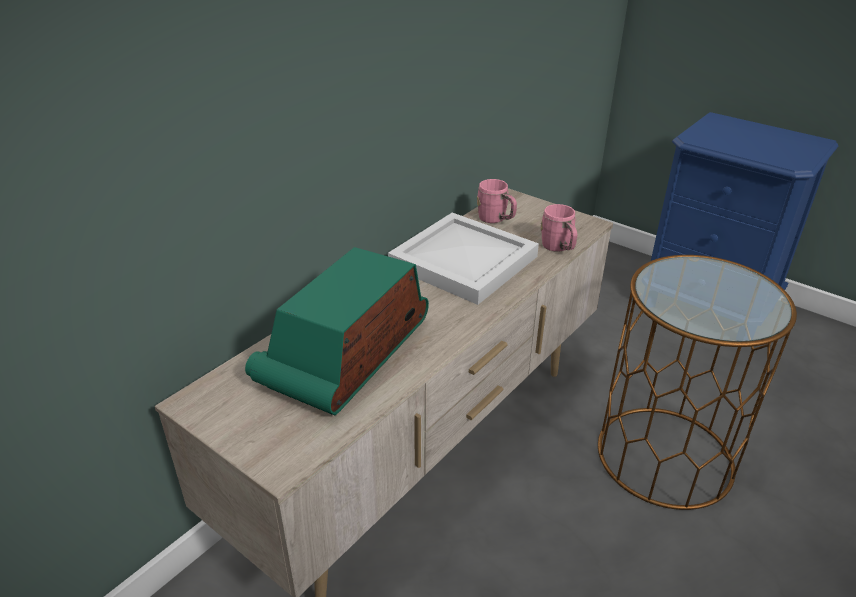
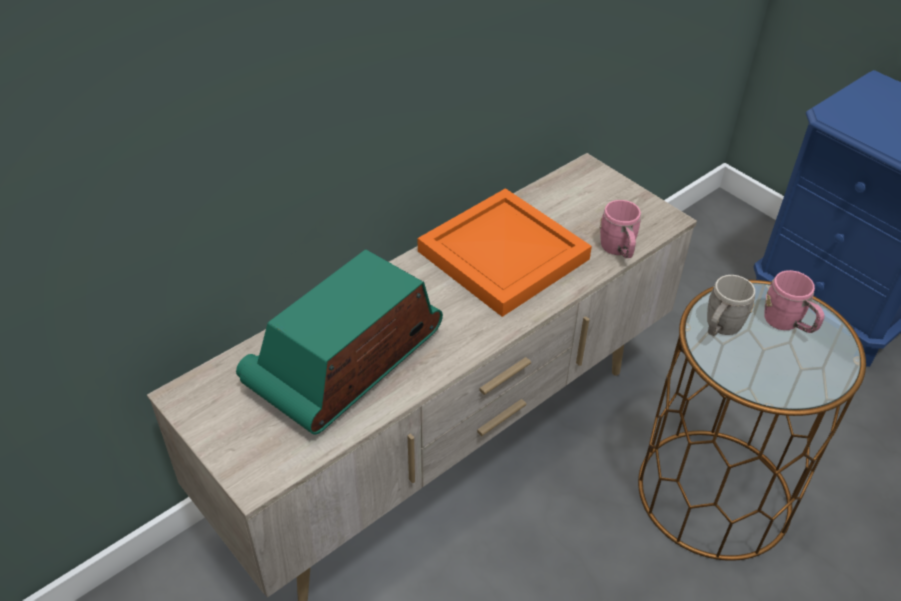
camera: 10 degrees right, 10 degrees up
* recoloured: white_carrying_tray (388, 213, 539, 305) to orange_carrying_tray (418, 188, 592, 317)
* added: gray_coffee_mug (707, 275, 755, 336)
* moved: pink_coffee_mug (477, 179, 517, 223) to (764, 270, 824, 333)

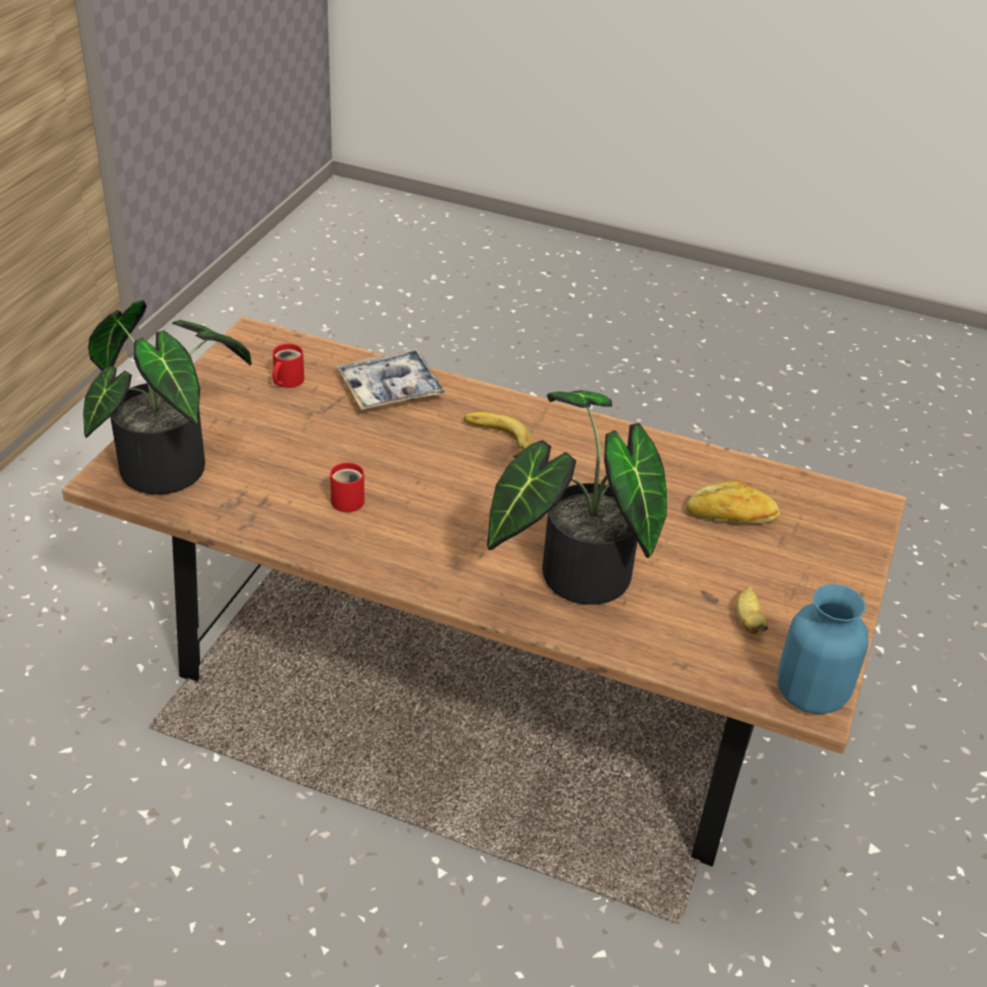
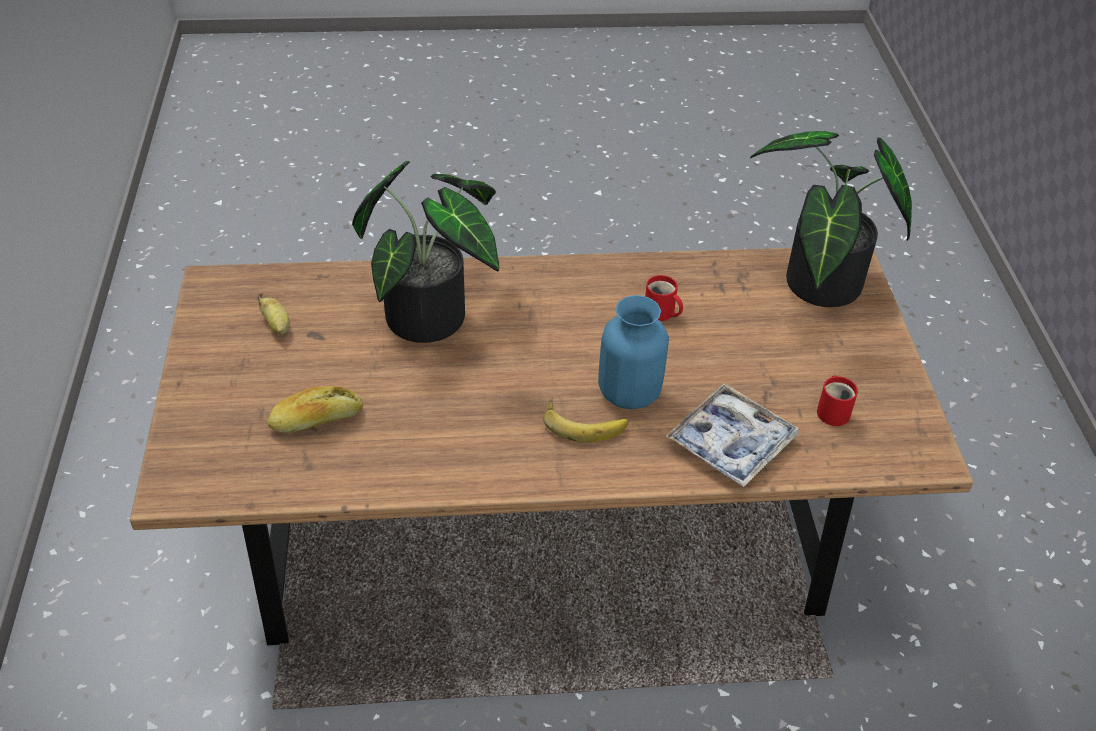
camera: 155 degrees right, 5 degrees up
* moved: blue_vase (778, 584, 869, 715) to (598, 295, 669, 409)

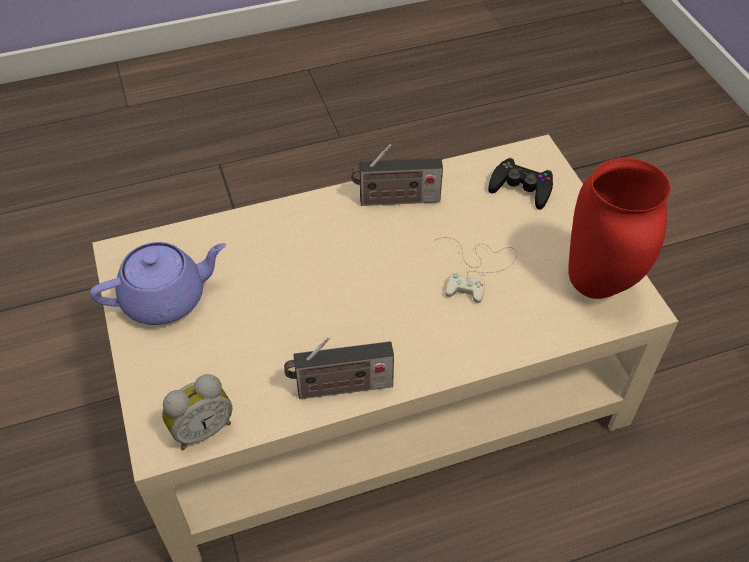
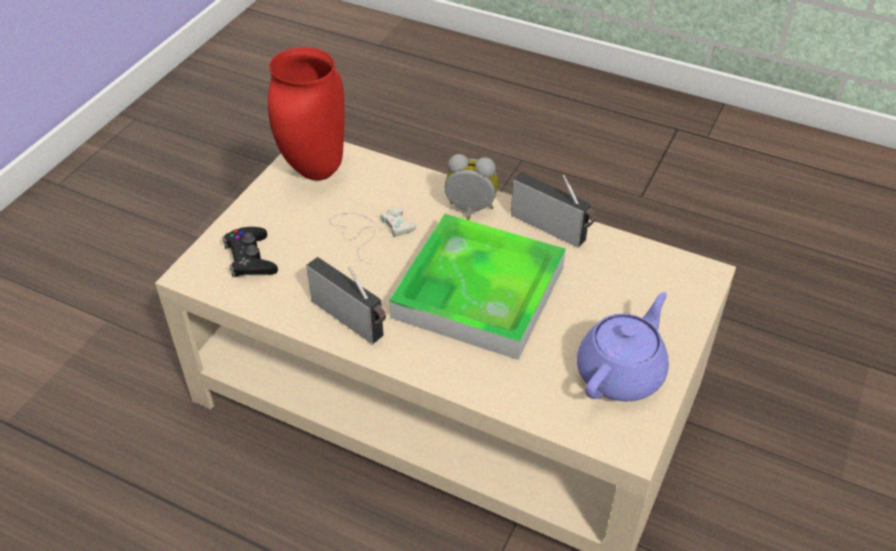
camera: 135 degrees left, 5 degrees down
* added: carrying_tray (389, 214, 566, 360)
* moved: alarm_clock (162, 374, 232, 450) to (444, 154, 498, 220)
* turned: purple_tea_pot (90, 242, 226, 325) = (577, 292, 669, 401) 105 degrees clockwise

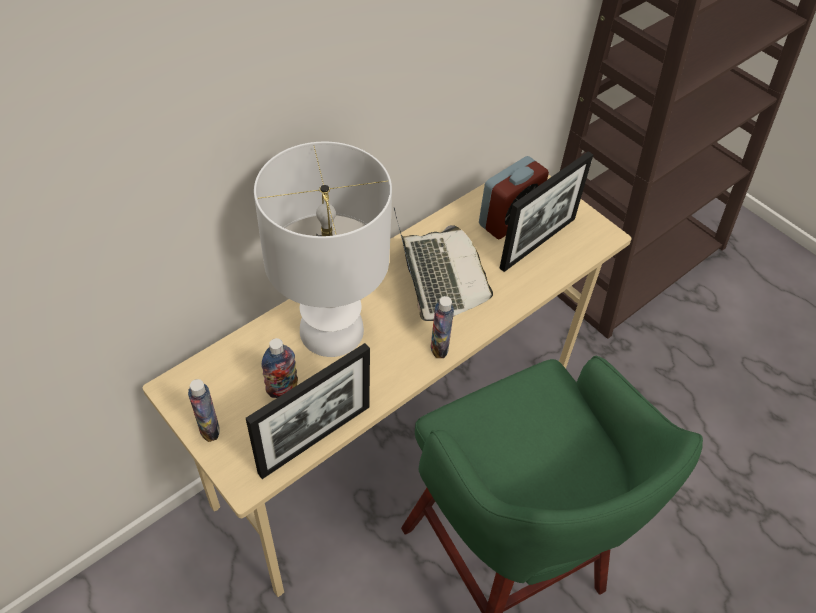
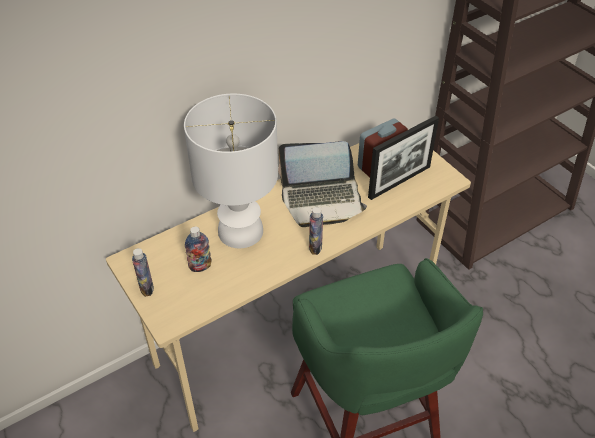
camera: 10 degrees right, 5 degrees down
* turned: notebook_computer (394, 208, 493, 321) = (278, 141, 367, 227) 90 degrees clockwise
* removed: photo_frame (246, 343, 370, 479)

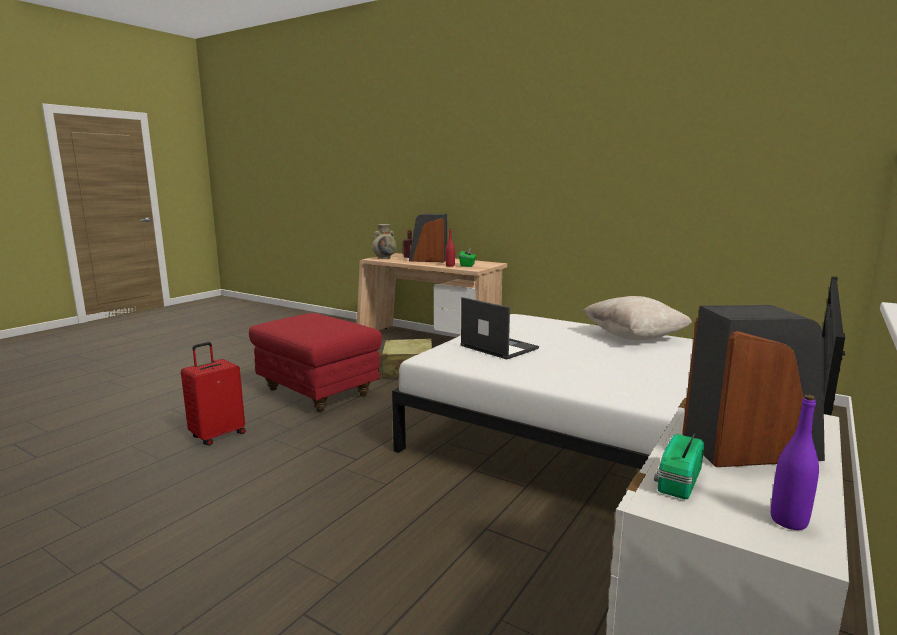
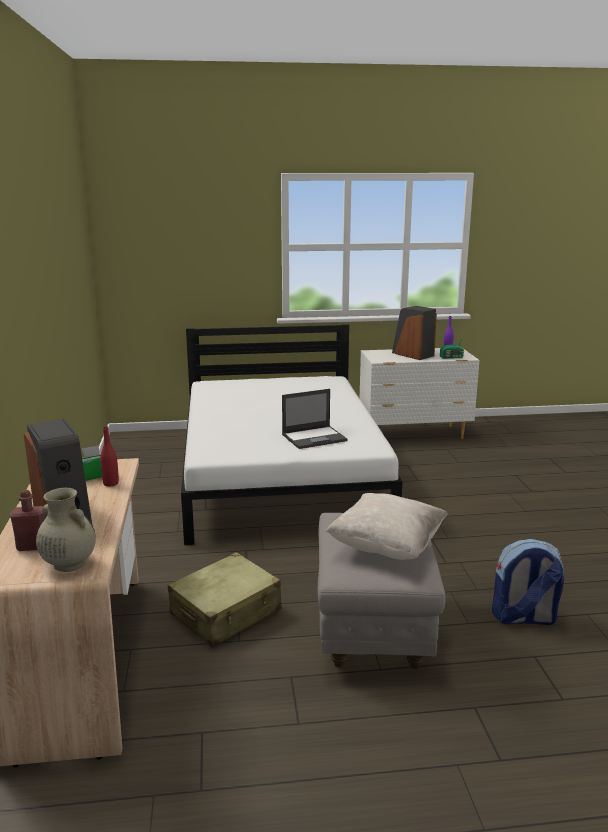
camera: 130 degrees left, 5 degrees up
* turned: notebook_computer (460, 297, 539, 359) = (282, 389, 348, 449) 120 degrees counterclockwise
* recoloured: red_ottoman (249, 313, 382, 412) to gray_ottoman (318, 513, 445, 669)
* moved: beige_pillow (582, 296, 692, 340) to (325, 493, 448, 560)
* replaced: red_suitcase (181, 342, 246, 446) to knapsack (492, 539, 564, 625)

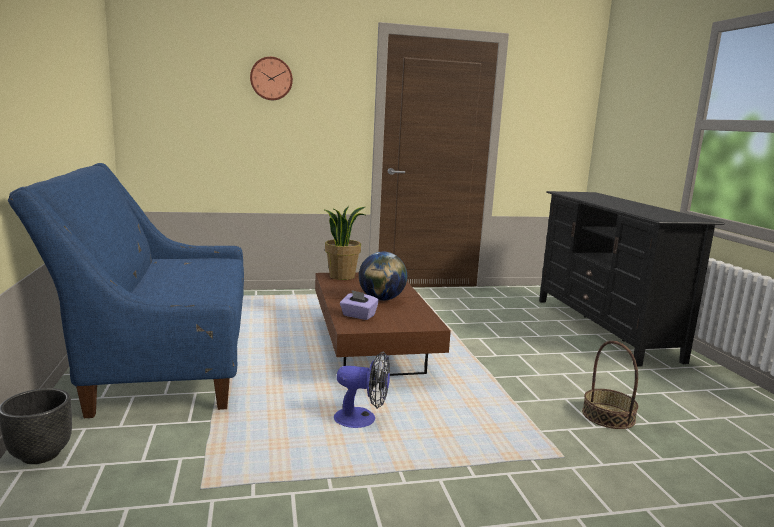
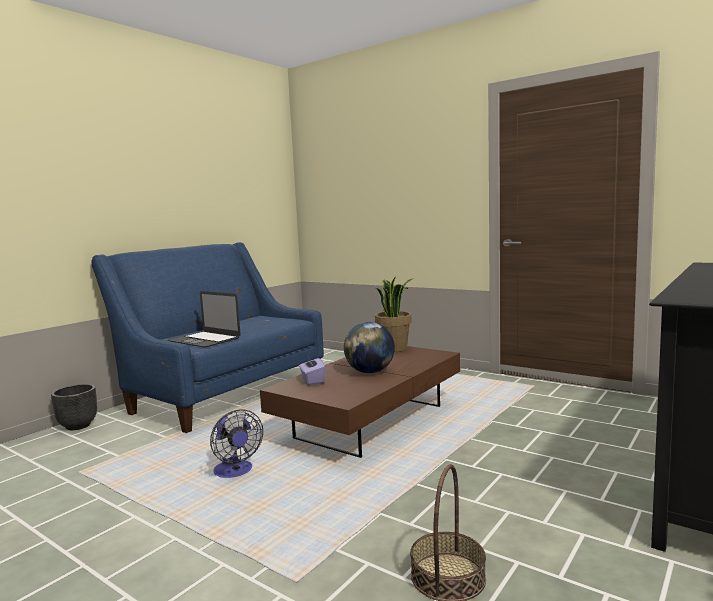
camera: 50 degrees right, 5 degrees down
* added: notebook_computer (169, 291, 240, 347)
* removed: hanging_clock (250, 57, 293, 100)

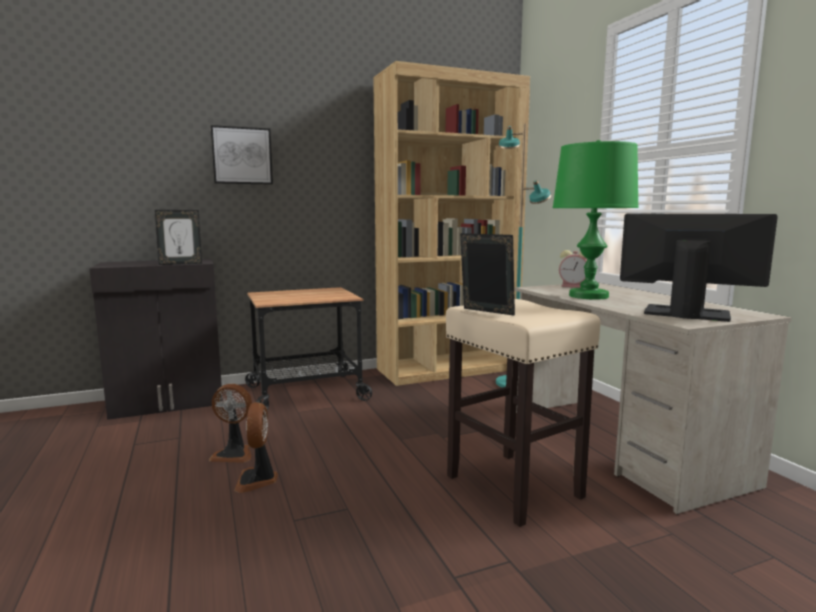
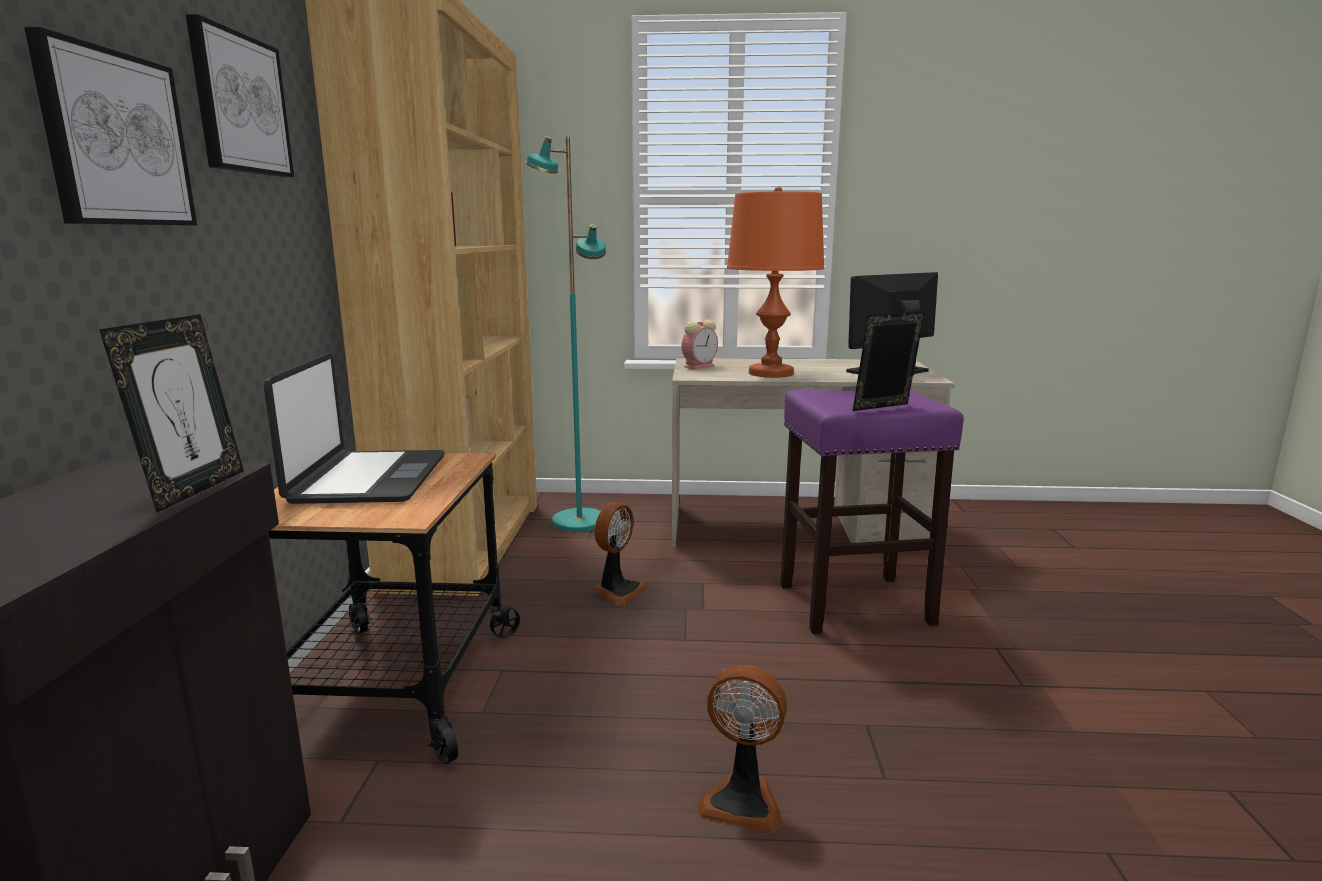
camera: 65 degrees left, 5 degrees up
* added: wall_art (186, 14, 294, 177)
* added: notebook_computer (264, 353, 445, 504)
* moved: electric_fan (209, 384, 252, 463) to (594, 502, 648, 605)
* recoloured: green-coloured_table_lamp (553, 140, 639, 300) to orange_table_lamp (727, 186, 824, 378)
* recoloured: beige_stool_seat (446, 299, 601, 527) to purple_stool_seat (780, 389, 964, 634)

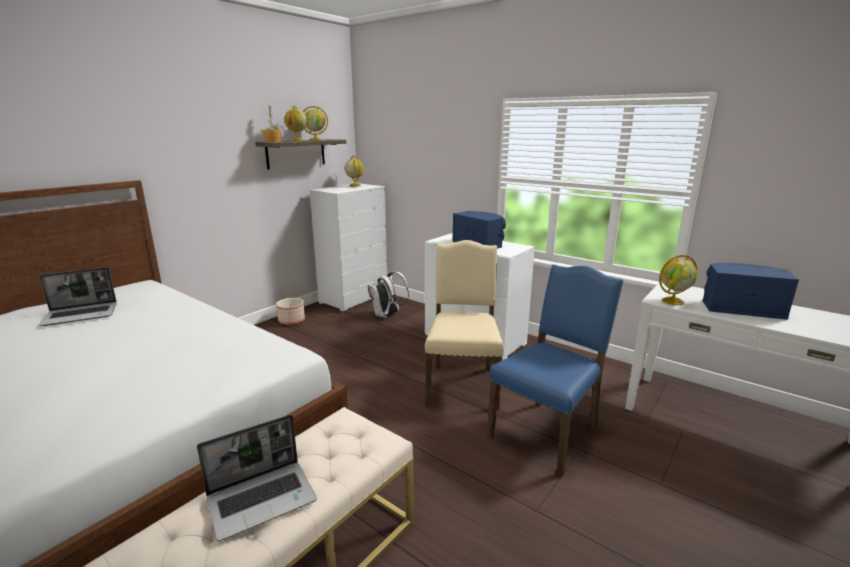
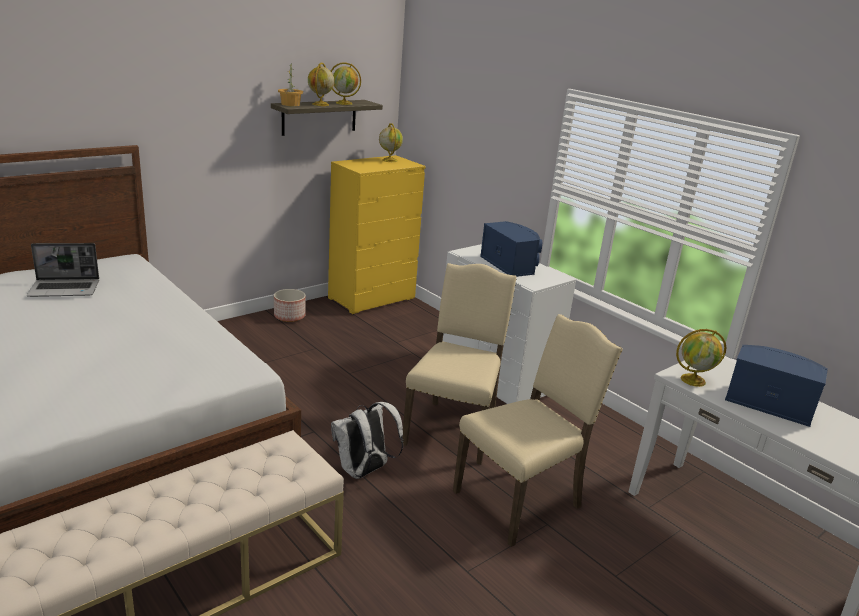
camera: 10 degrees right, 5 degrees up
* recoloured: white_drawer_chest (310, 183, 387, 311) to yellow-coloured_drawer_chest (328, 155, 426, 314)
* moved: white_knapsack (368, 272, 409, 318) to (331, 402, 404, 479)
* recoloured: blue_plain_chair (487, 264, 623, 477) to beige_plain_chair (453, 314, 623, 547)
* removed: notebook_computer (197, 415, 317, 541)

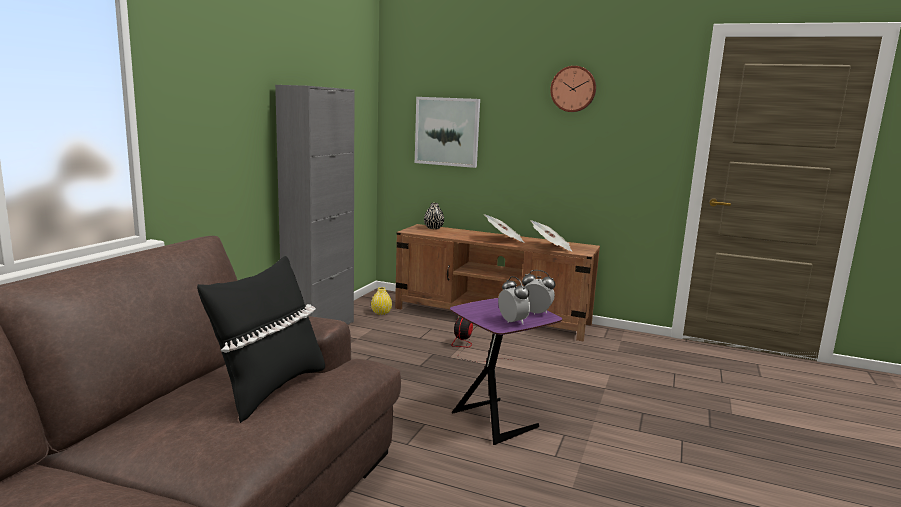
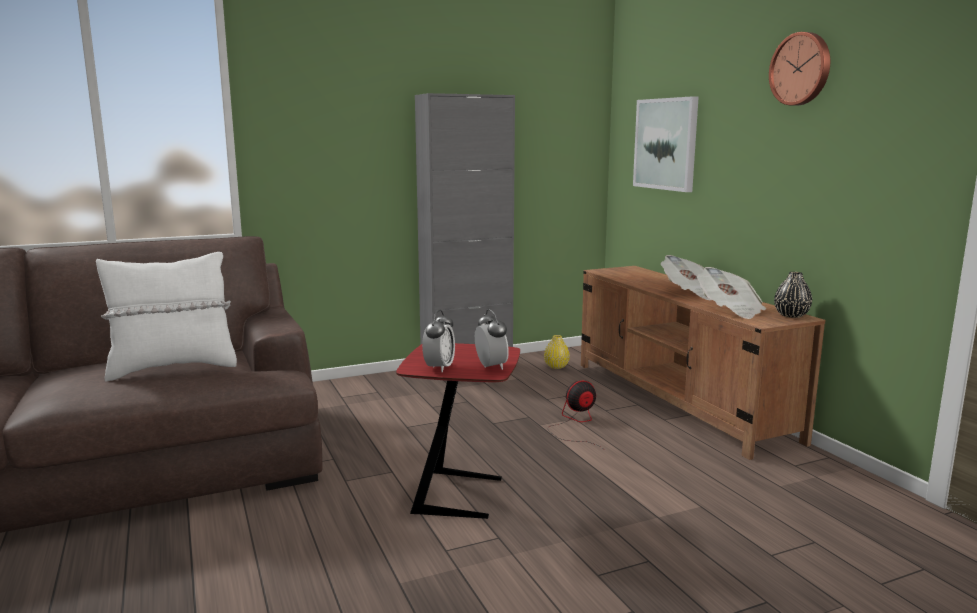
camera: 45 degrees right, 0 degrees up
* recoloured: blackish_pillow (197, 256, 325, 423) to white_pillow (96, 252, 237, 381)
* recoloured: purple_side_table (450, 298, 562, 445) to red_side_table (396, 343, 520, 519)
* moved: blackish_vase (424, 203, 444, 229) to (774, 272, 812, 318)

